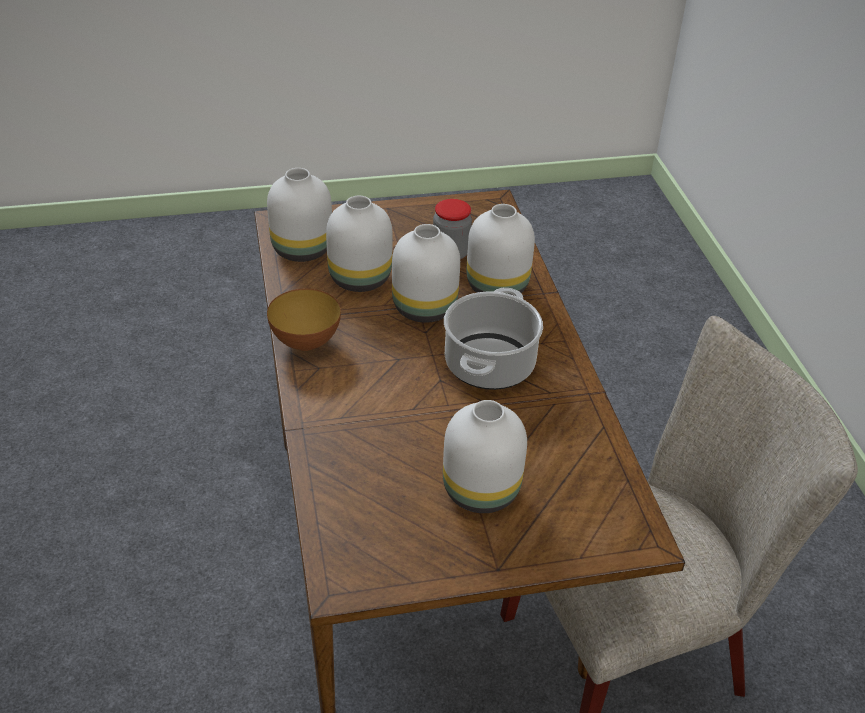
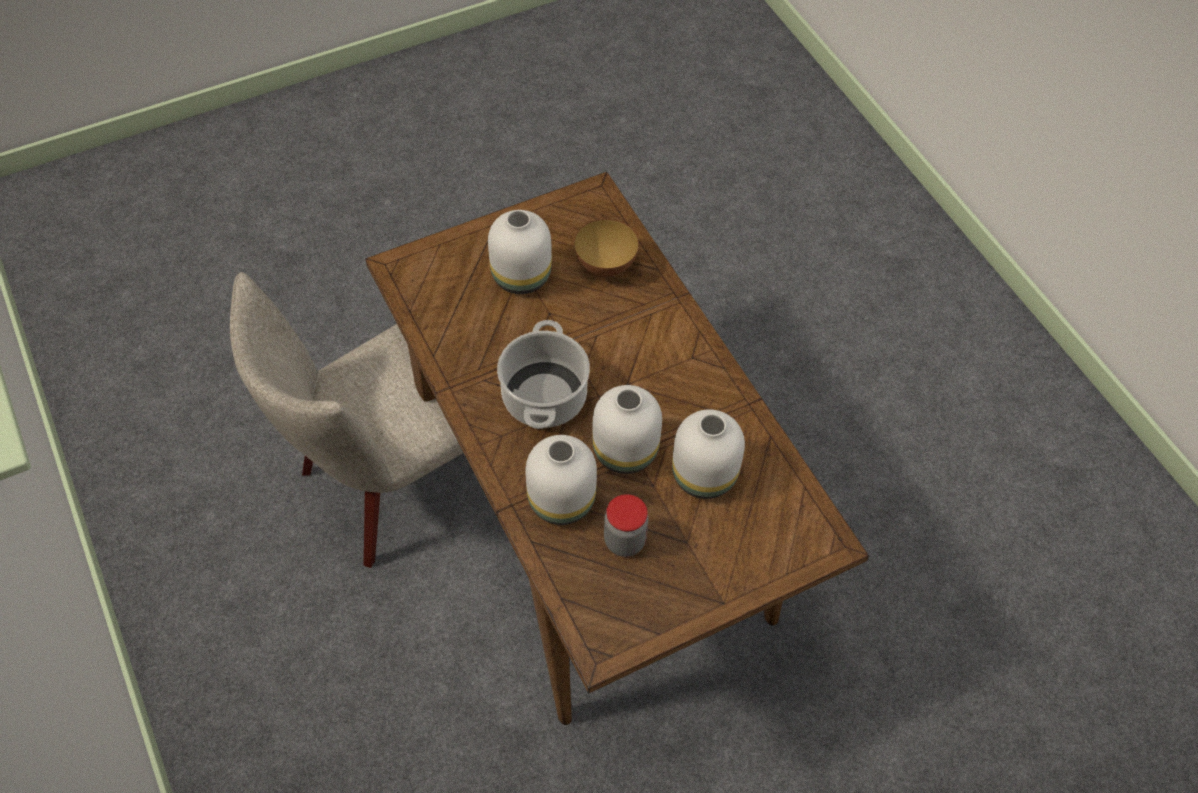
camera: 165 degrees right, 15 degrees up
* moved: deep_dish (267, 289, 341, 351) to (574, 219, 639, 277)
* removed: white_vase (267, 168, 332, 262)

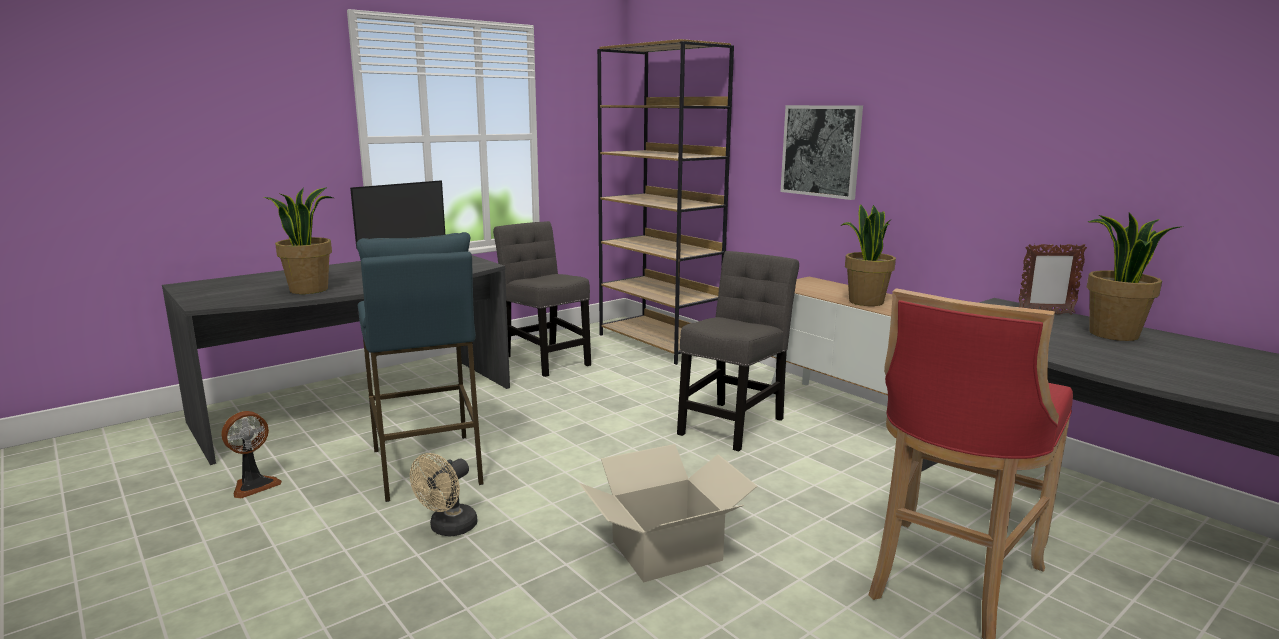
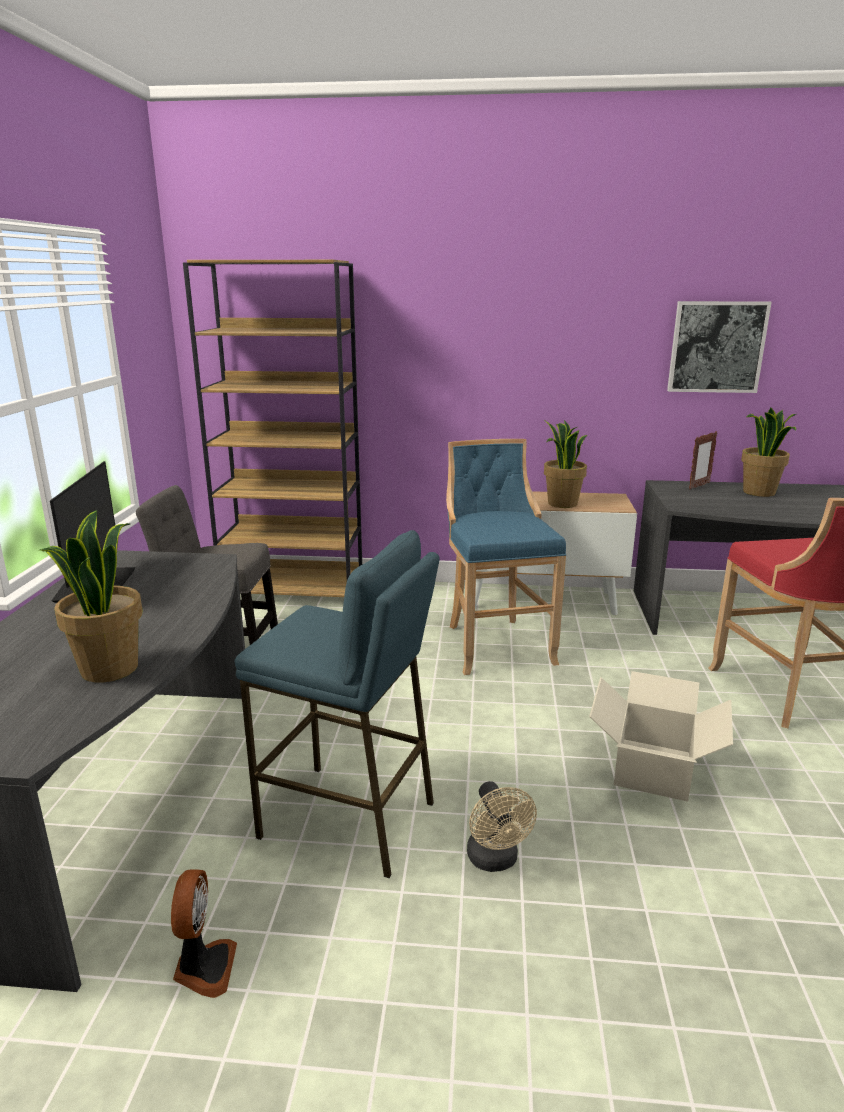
camera: 45 degrees left, 5 degrees up
* replaced: gray_plain_chair (677, 251, 799, 451) to blue_stool_seat (446, 439, 566, 675)
* moved: wall_art (780, 105, 863, 200) to (667, 301, 772, 393)

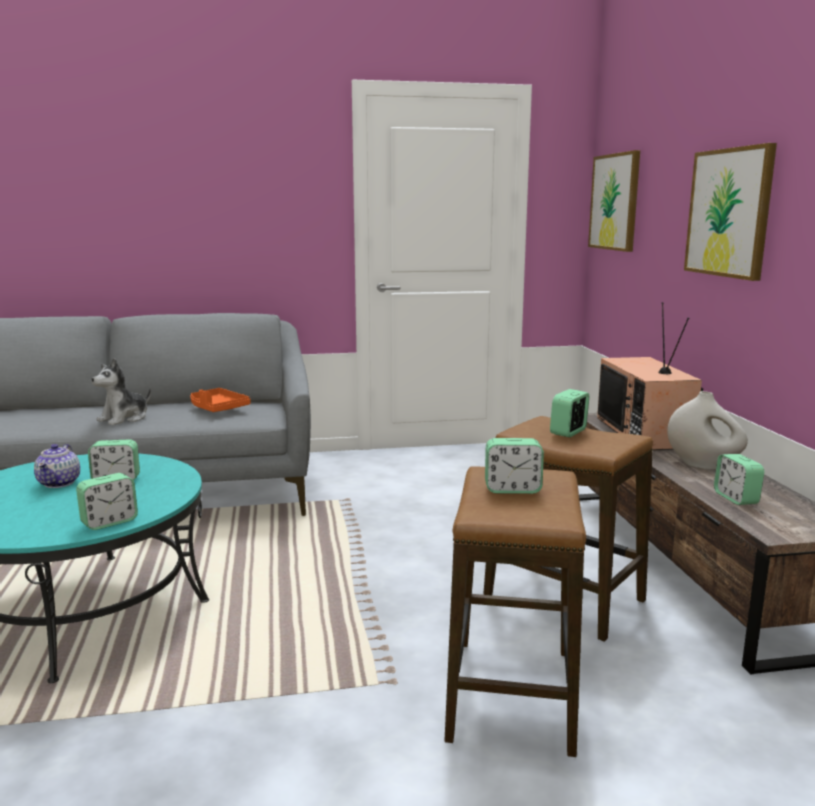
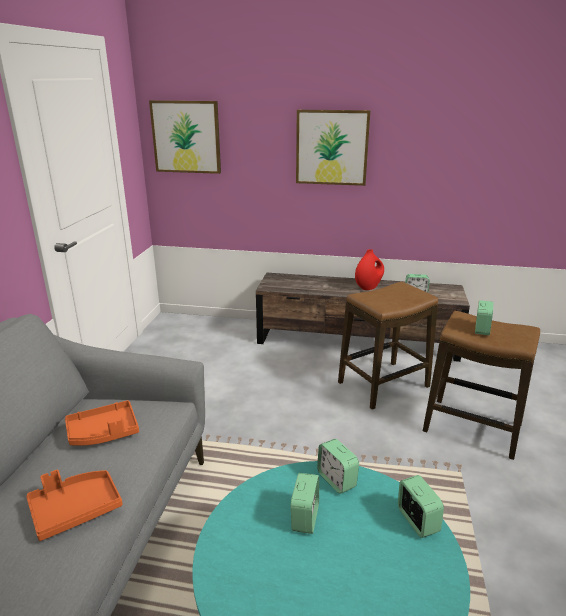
camera: 70 degrees left, 10 degrees up
* replaced: cuddly_toy (92, 358, 151, 425) to orange_carrying_tray (26, 470, 122, 541)
* moved: alarm_clock (550, 389, 590, 437) to (317, 439, 359, 494)
* recoloured: white_vase (667, 391, 748, 470) to red_vase (355, 249, 384, 290)
* removed: tea_pot (34, 444, 80, 488)
* removed: television (597, 302, 703, 450)

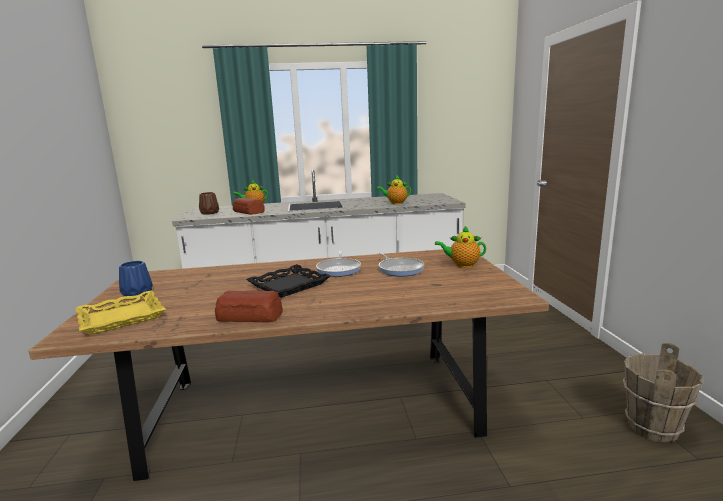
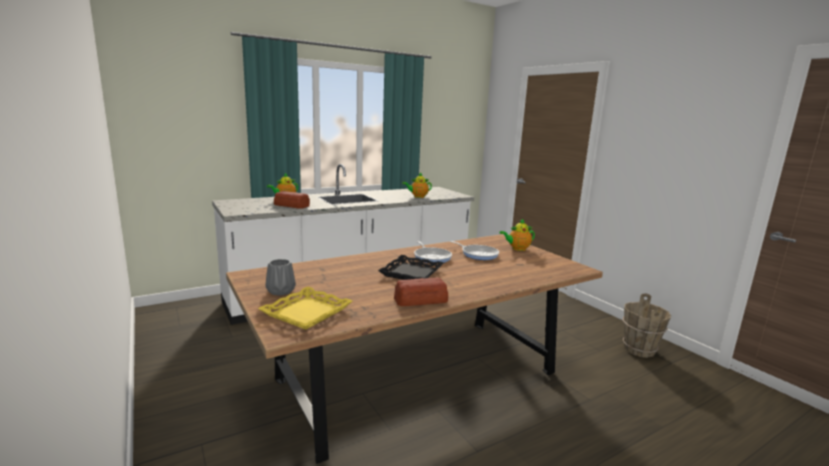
camera: 25 degrees left, 0 degrees up
* recoloured: blue_vase (119, 261, 153, 296) to gray_vase (266, 259, 296, 296)
* removed: brown-coloured_vase (199, 192, 219, 215)

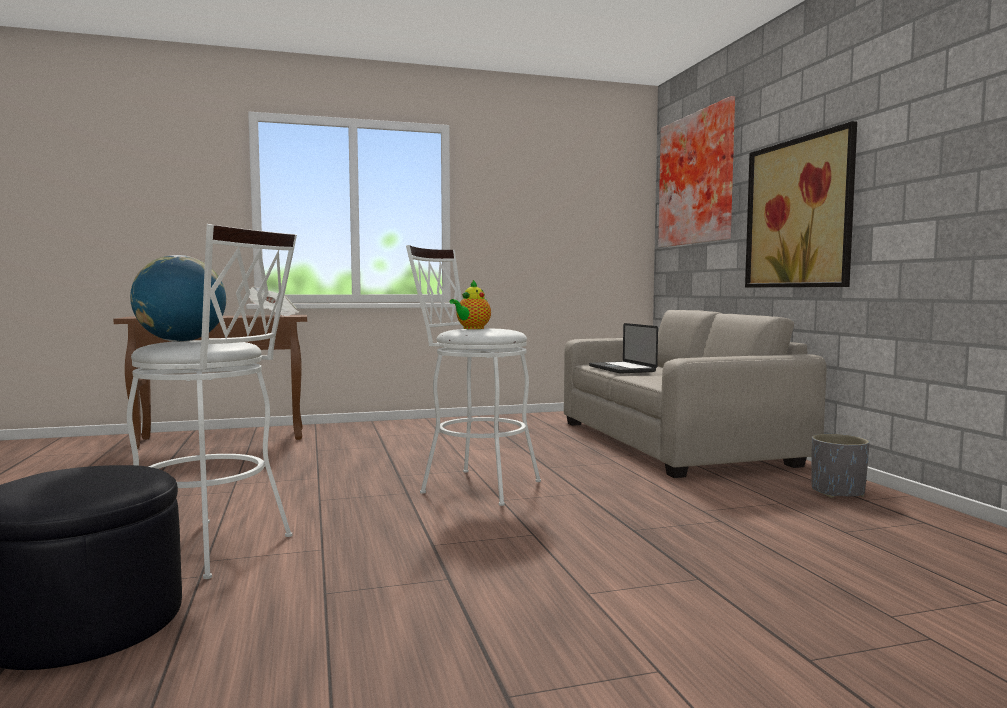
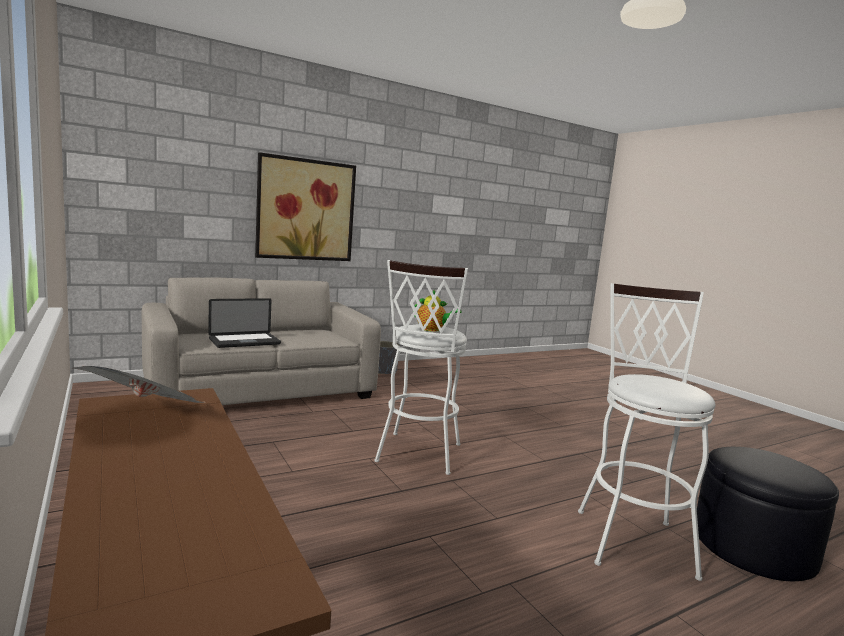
camera: 105 degrees left, 5 degrees up
* removed: desk_globe (130, 255, 226, 342)
* removed: wall_art (658, 96, 735, 247)

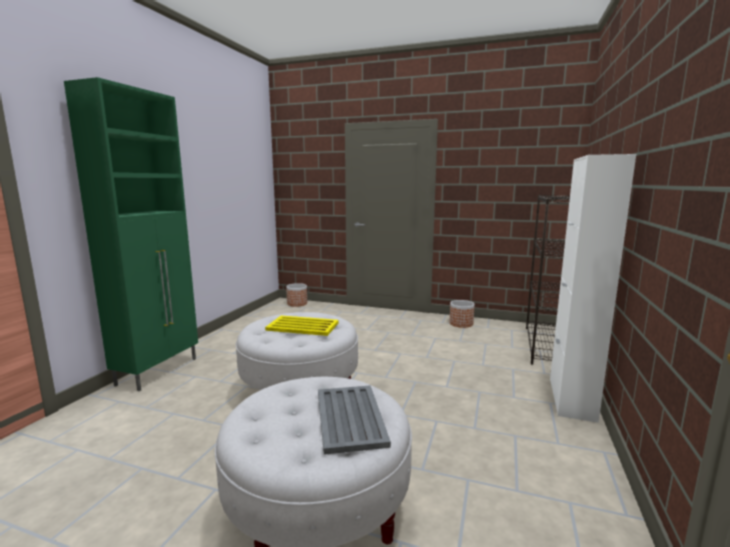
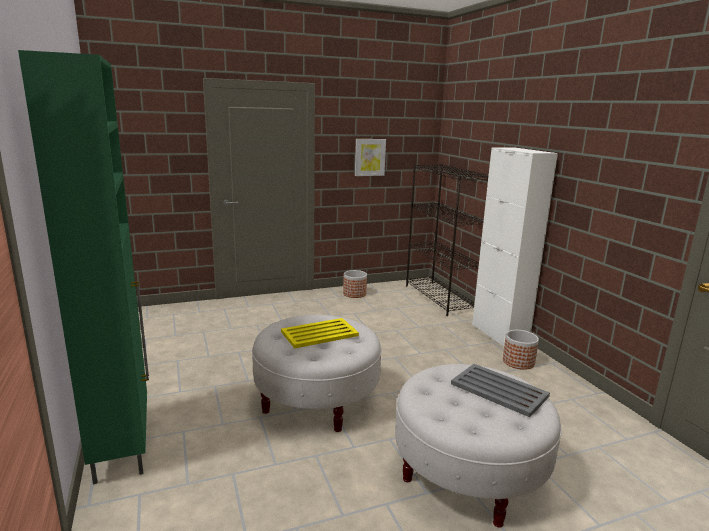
camera: 40 degrees left, 5 degrees up
* added: wall_art (355, 139, 386, 176)
* moved: flower_pot (286, 283, 307, 307) to (503, 330, 539, 370)

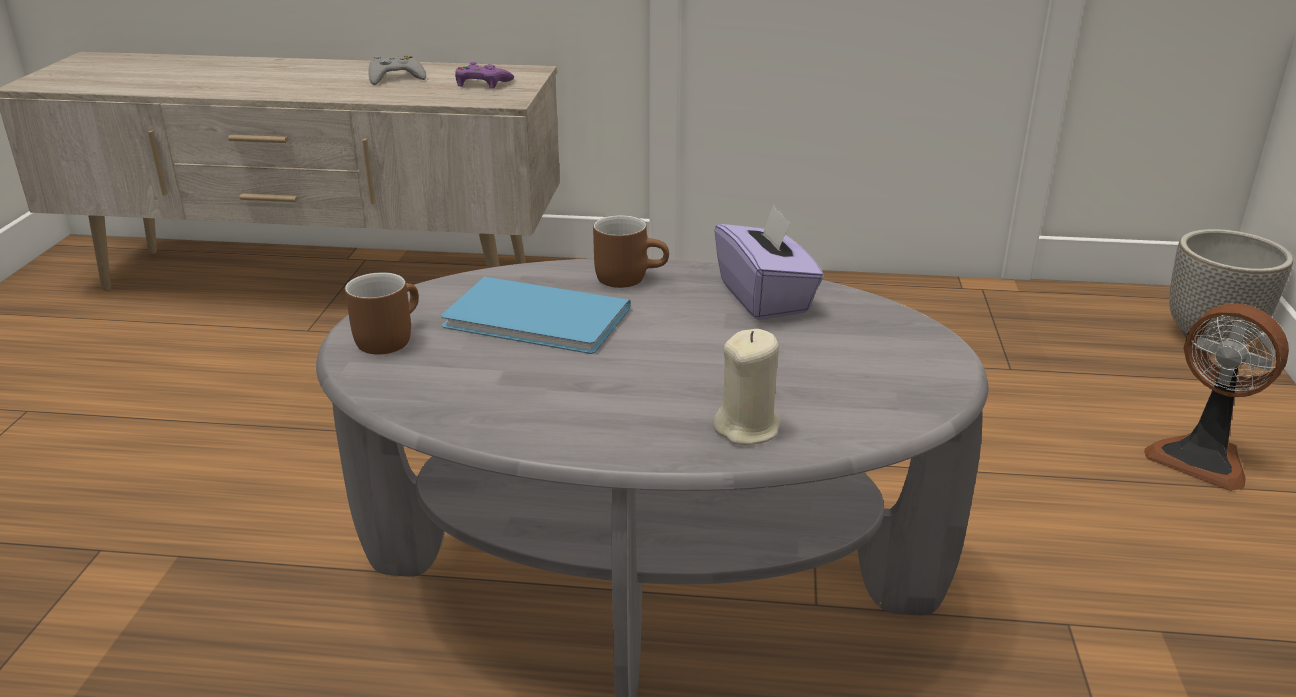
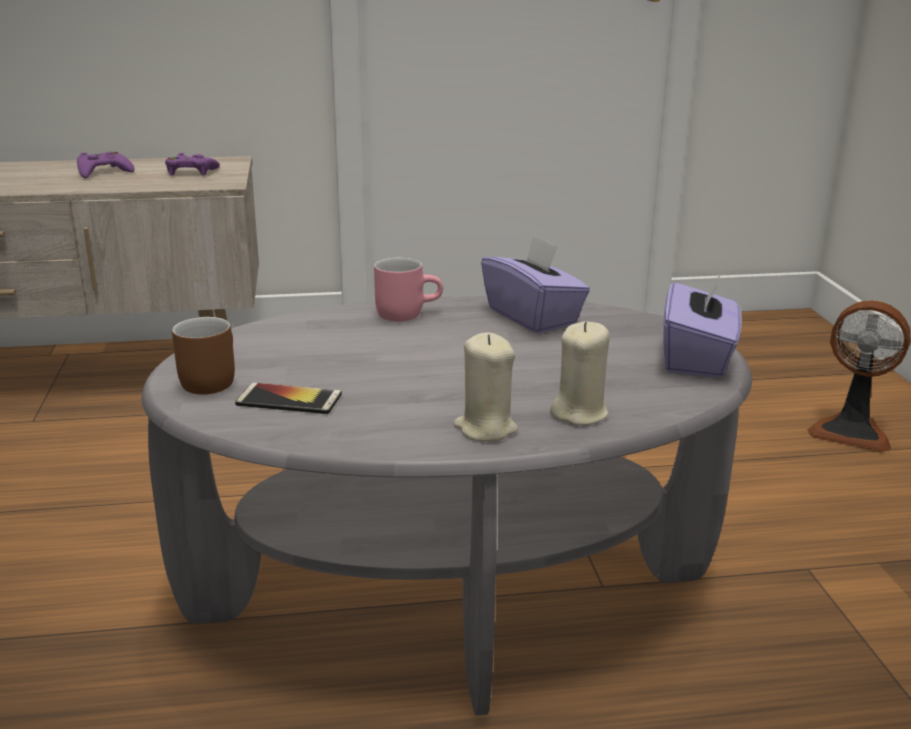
camera: 15 degrees left, 5 degrees down
* recoloured: gray_joypad (368, 56, 426, 85) to purple_joypad (77, 152, 135, 178)
* added: handset (235, 382, 342, 414)
* recoloured: brown-coloured_coffee_mug (593, 215, 669, 288) to pink_coffee_mug (374, 257, 443, 321)
* added: beige_candle (454, 332, 518, 442)
* added: purple_box_of_tissues (663, 271, 742, 378)
* removed: blue_book (441, 277, 631, 354)
* removed: flower_pot (1169, 229, 1293, 343)

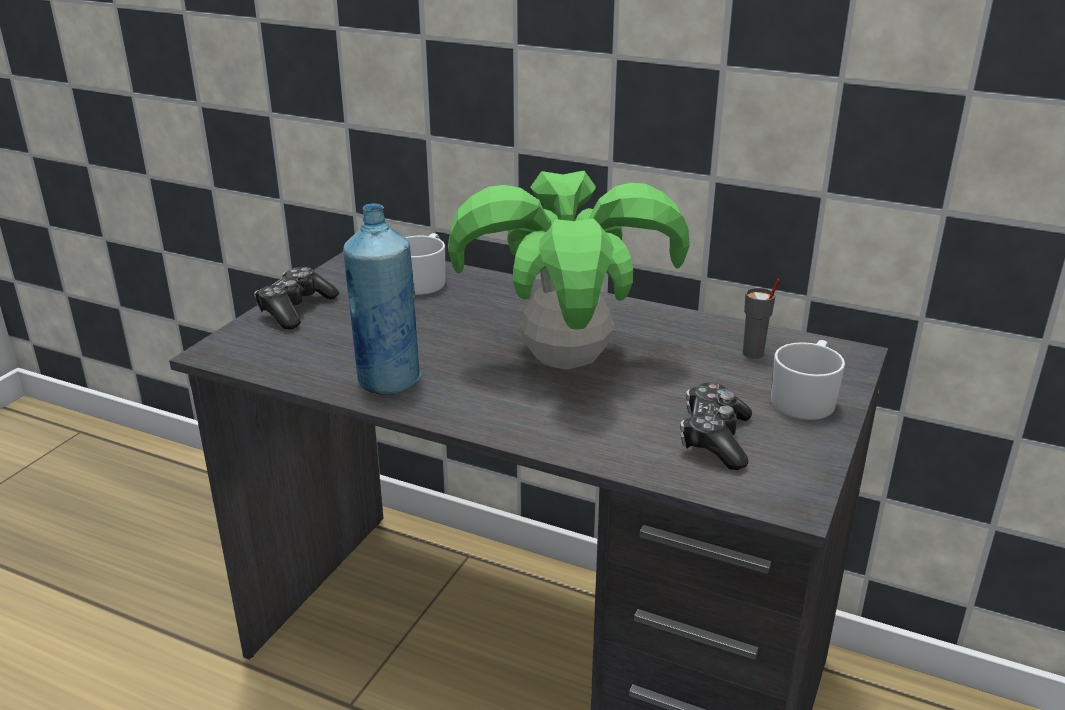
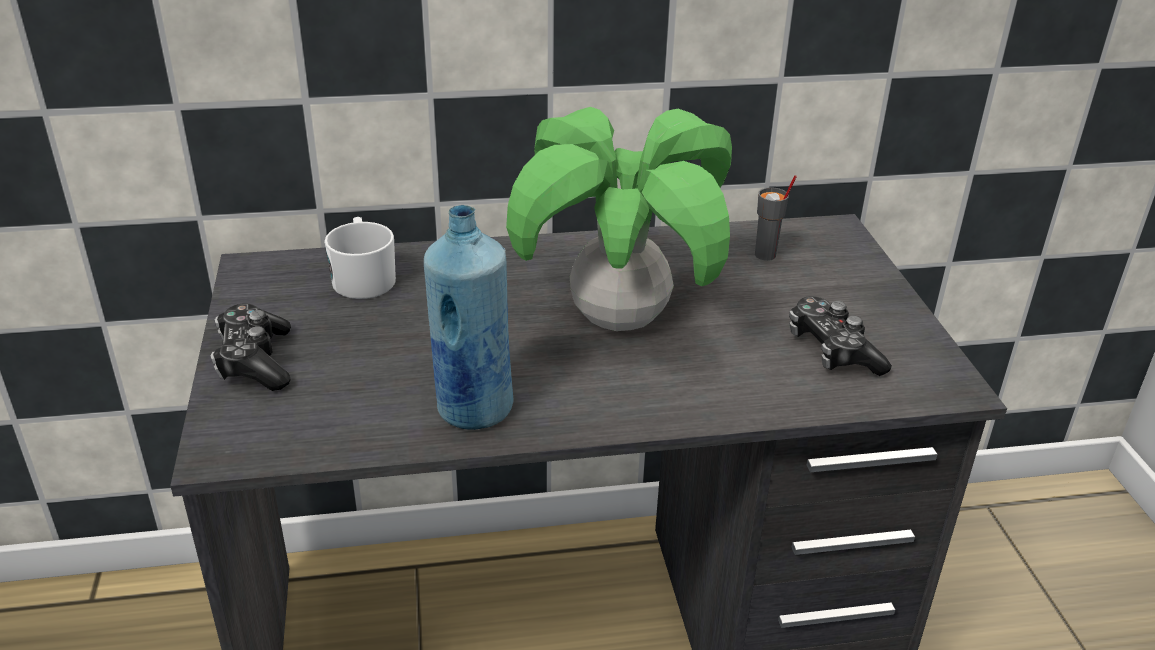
camera: 35 degrees left, 5 degrees up
* removed: white_coffee_mug (771, 340, 845, 420)

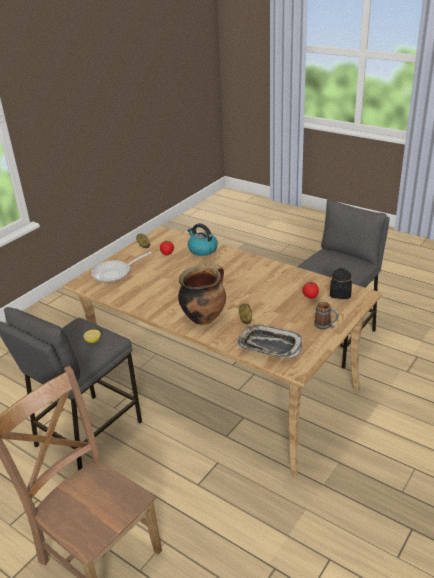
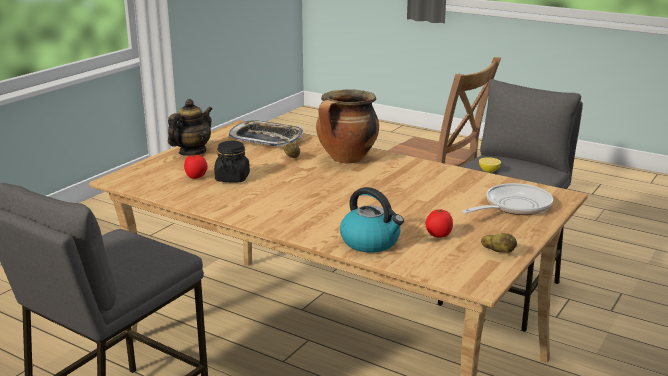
camera: 175 degrees right, 10 degrees down
* replaced: coffee_mug (314, 302, 339, 329) to tea_pot (168, 99, 212, 156)
* moved: blackish_storage_jar (330, 268, 352, 299) to (214, 141, 250, 183)

